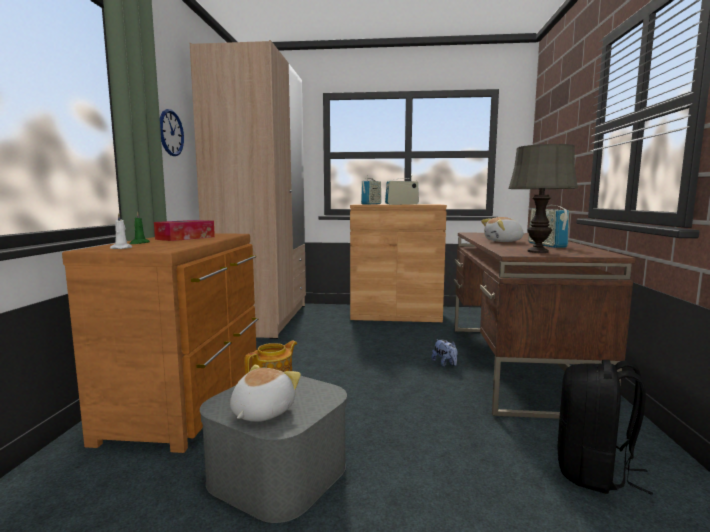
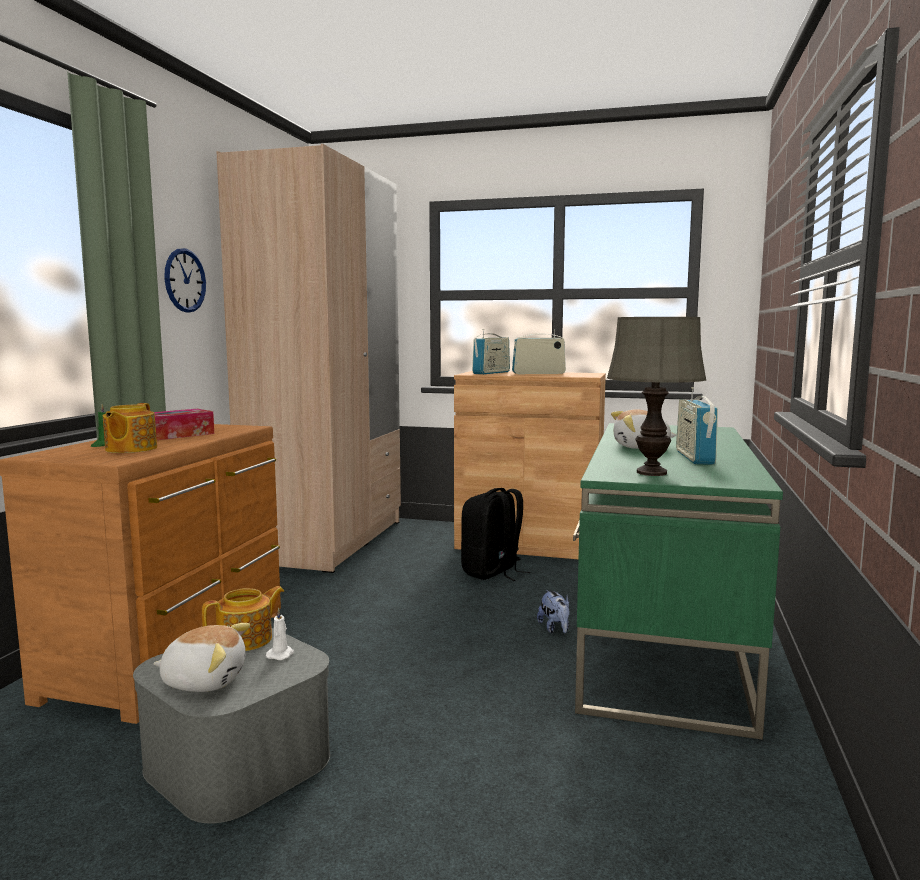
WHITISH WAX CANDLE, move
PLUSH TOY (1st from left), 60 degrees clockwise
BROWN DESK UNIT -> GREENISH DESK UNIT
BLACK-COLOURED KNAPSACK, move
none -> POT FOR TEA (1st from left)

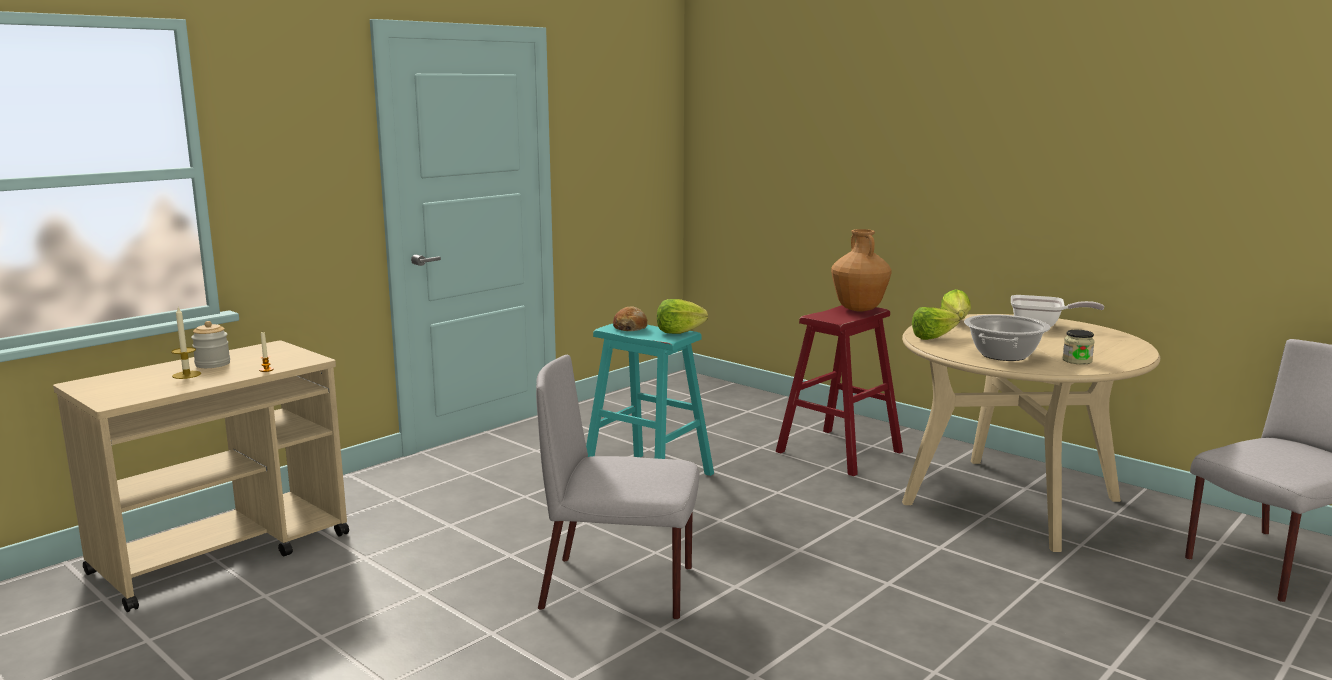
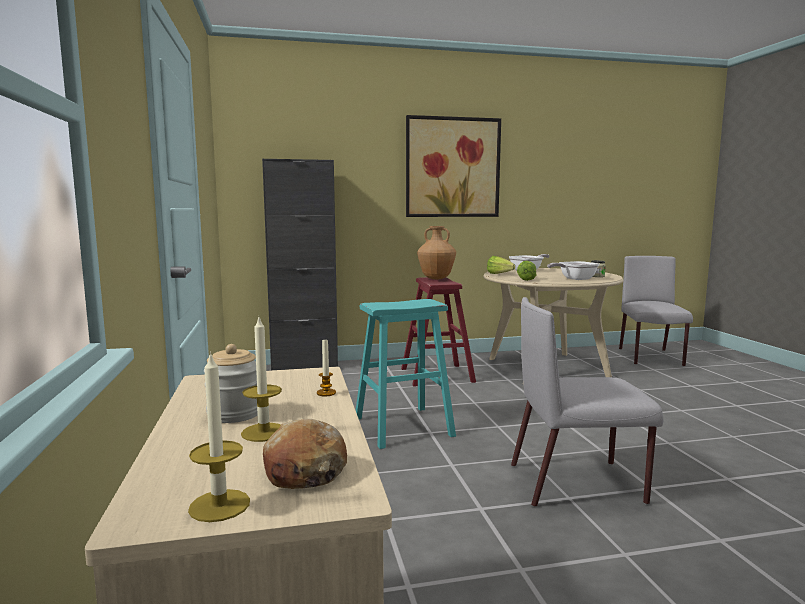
GREY CHAIR (1st from left), 45 degrees clockwise
BAKERY BREAD, move
LETTUCE HEAD (1st from left) -> none
STOCKPOT -> FRYING PAN (2nd from left)
none -> WAX CANDLE (1st from left)
none -> BLACK-COLOURED STORAGE CABINET
none -> PICTURE

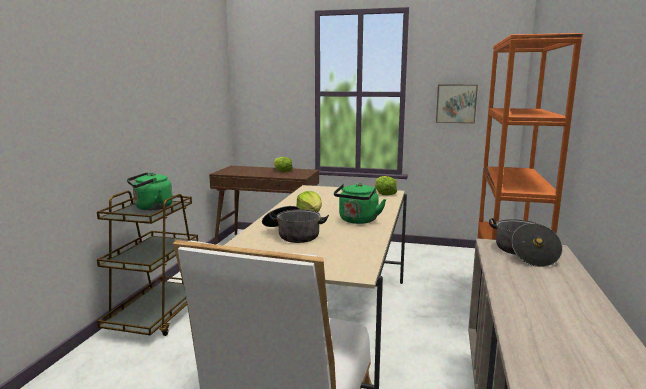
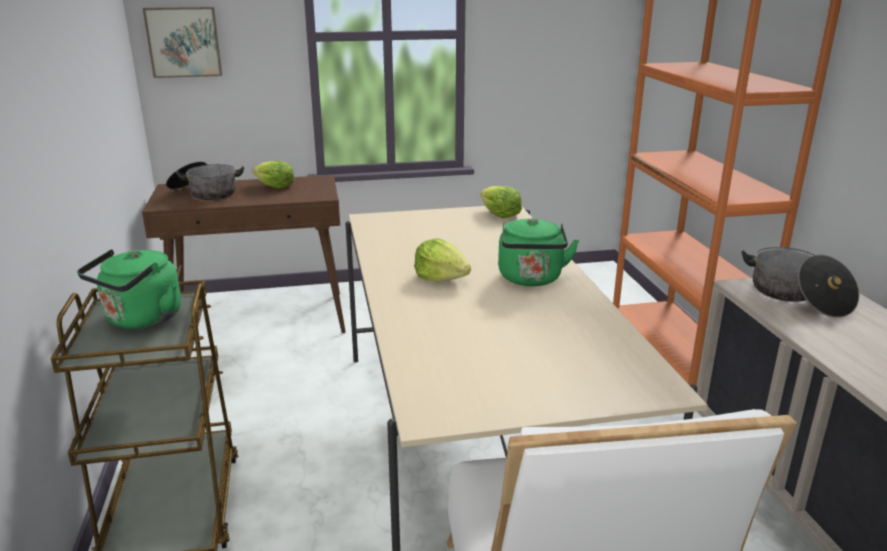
STOCKPOT (1st from left), move
PICTURE, move

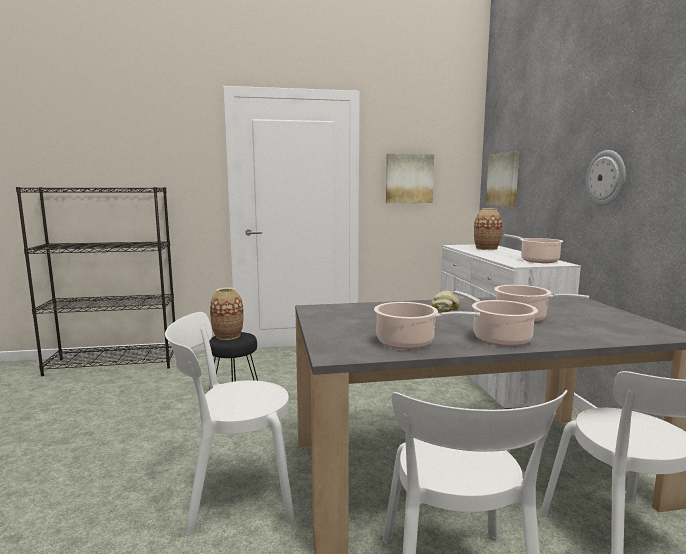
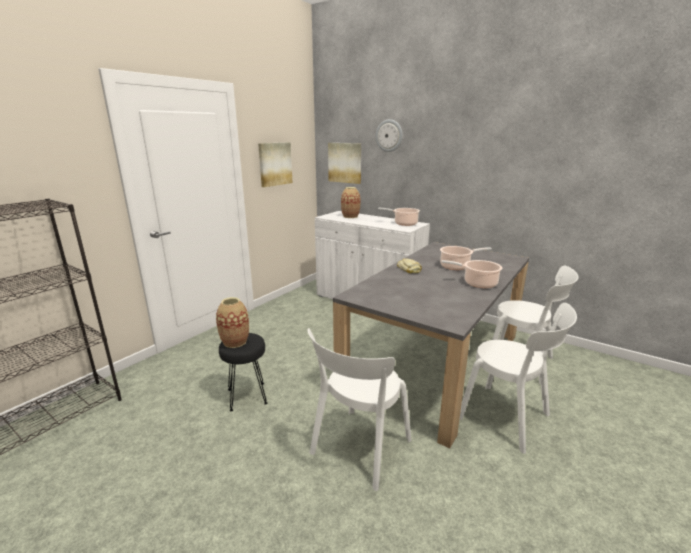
STOCKPOT (1st from left) -> none
CLOCK ON THE WALL, move

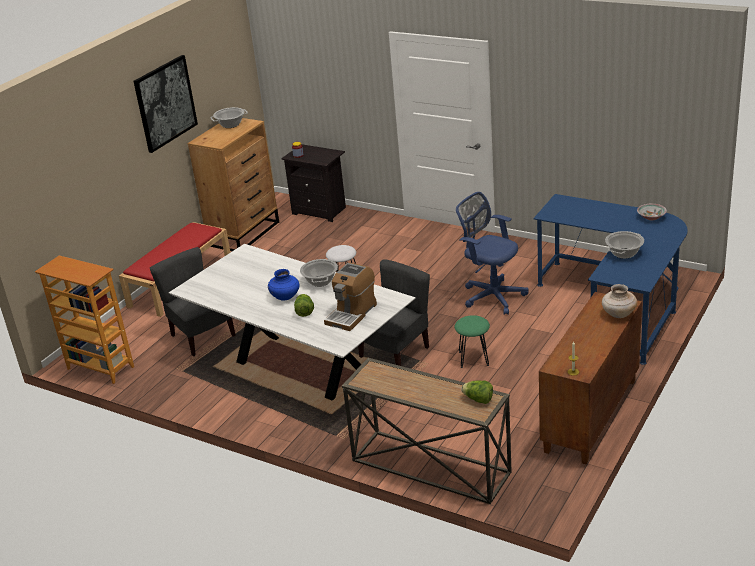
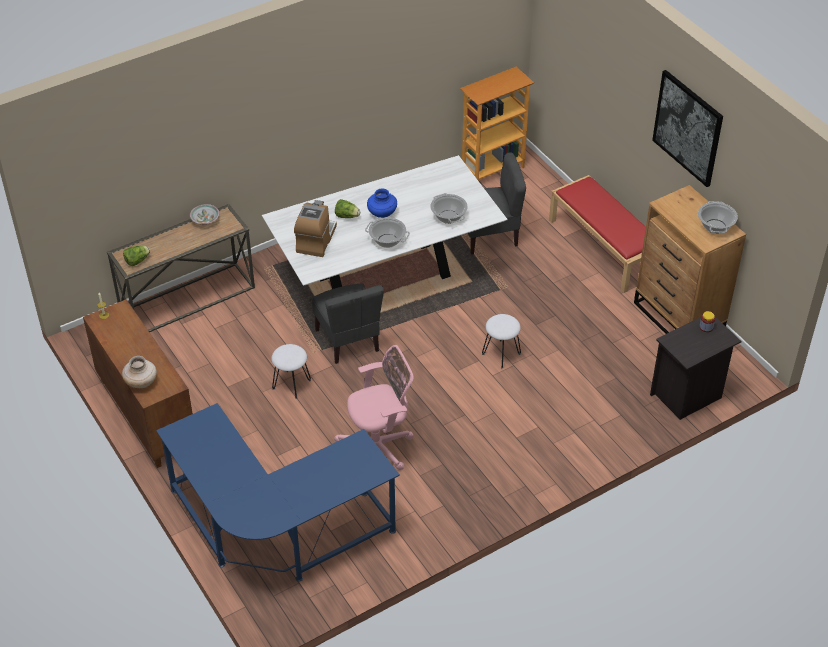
COFFEE BREWER, 45 degrees clockwise
GREENISH STOOL SEAT -> WHITISH STOOL SEAT (1st from left)
BLUE COMPUTER CHAIR -> PINKISH COMPUTER CHAIR
STOCKPOT (3rd from left in the first image) -> STOCKPOT (2nd from left), move
DEEP DISH, move

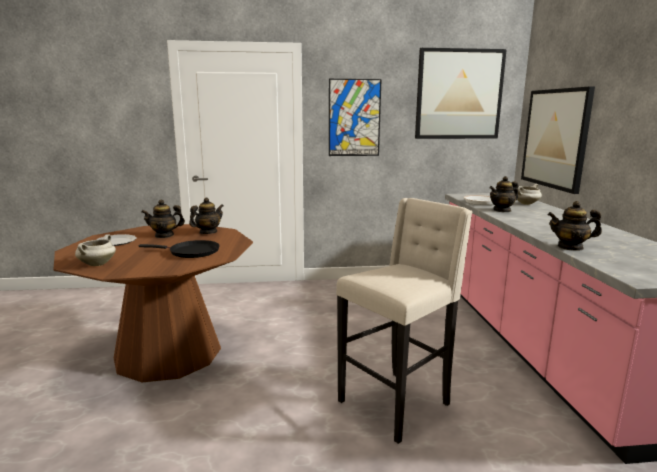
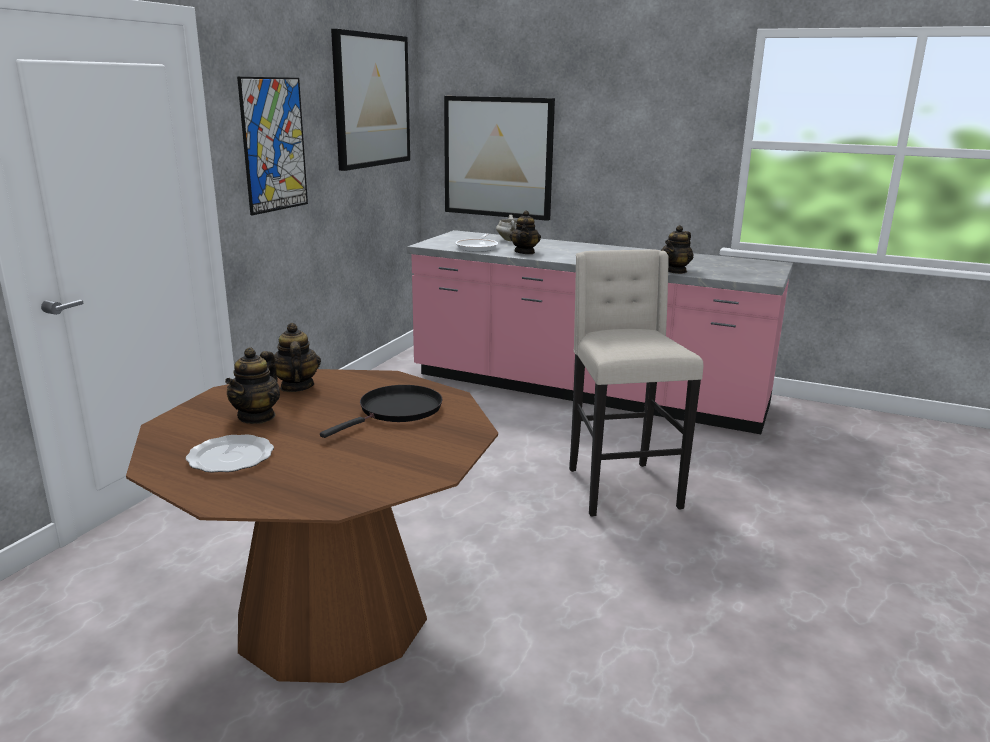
WHITISH STOCKPOT (1st from left) -> none

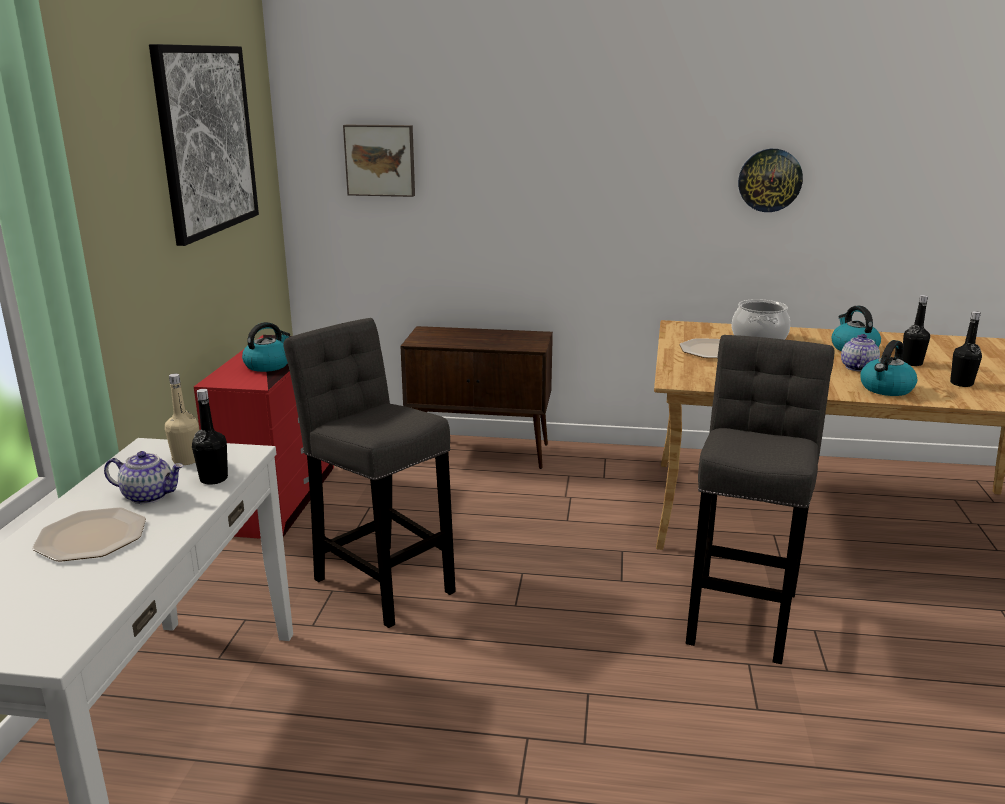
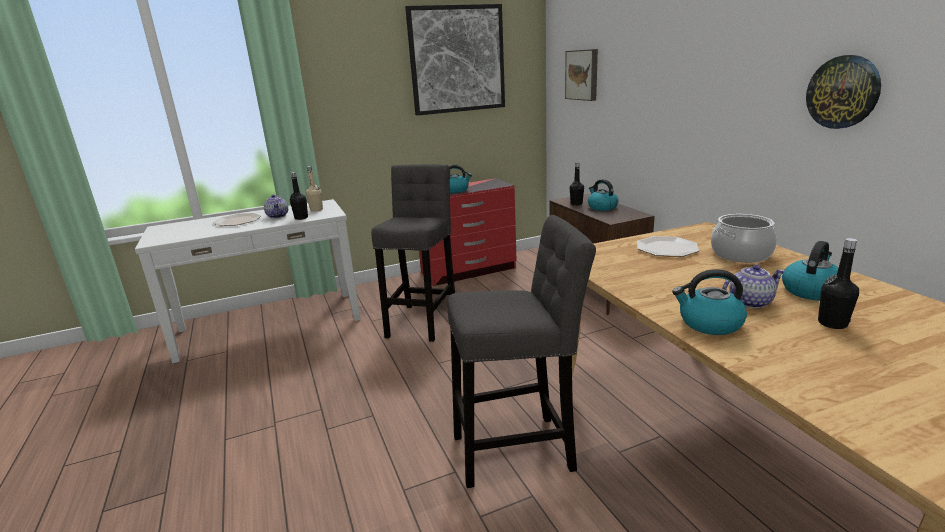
BLACK-COLOURED DRINK BOTTLE (3rd from left in the first image) -> BLACK-COLOURED DRINK BOTTLE (2nd from left), move
none -> WATER KETTLE (2nd from left)

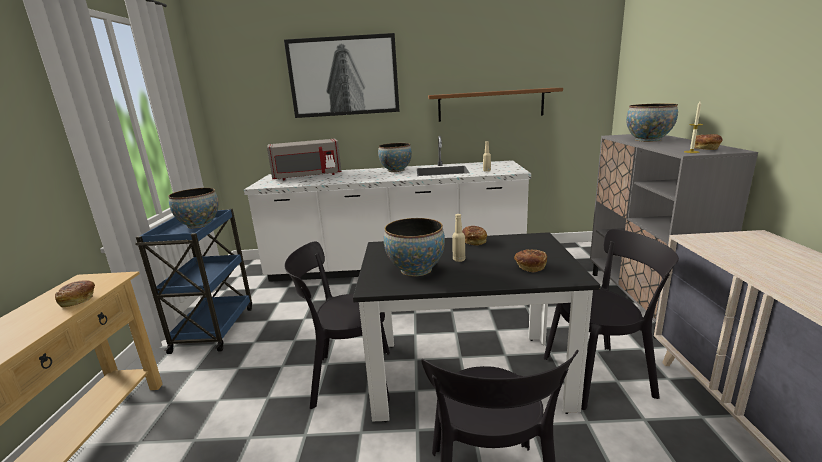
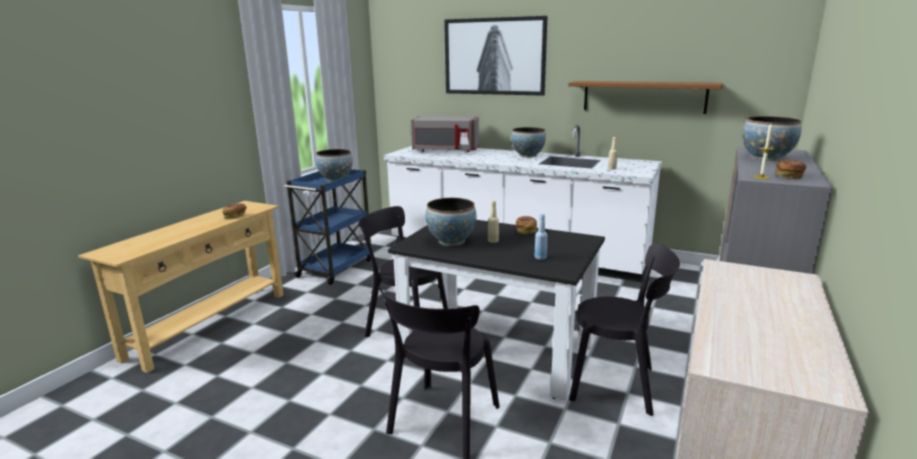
BAKERY BREAD (3rd from left) -> BLUE DRINK BOTTLE

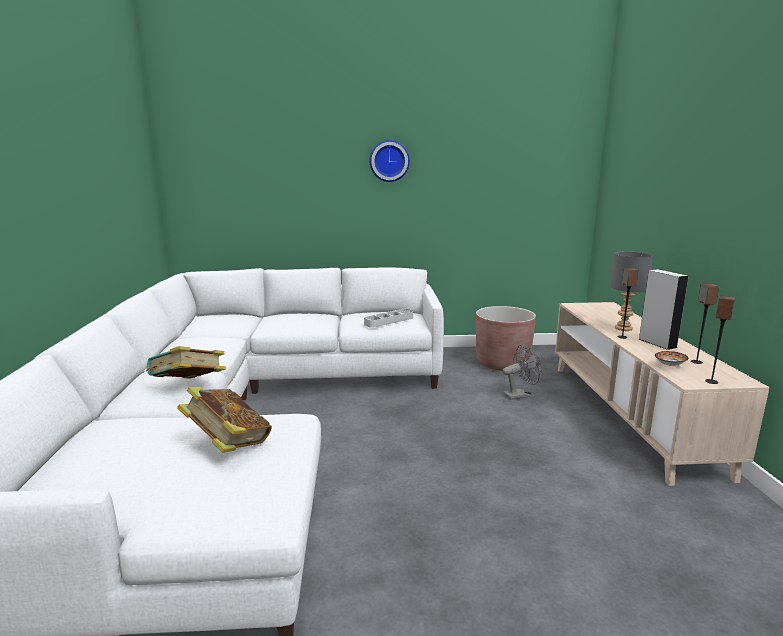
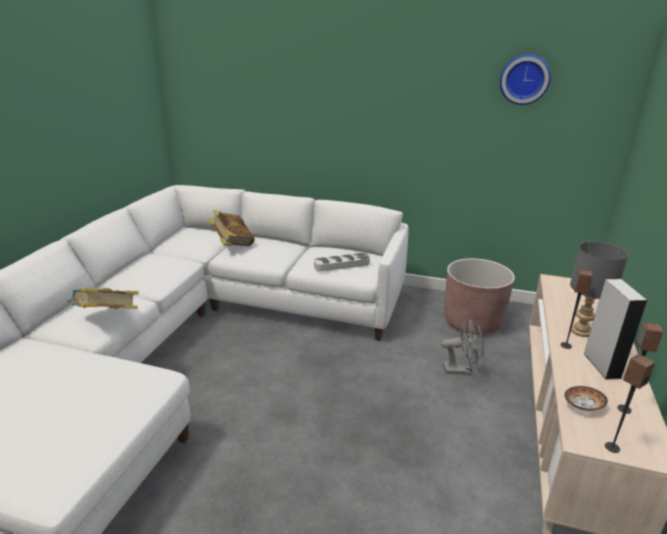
BOOK (2nd from left), move
CLOCK ON THE WALL, move

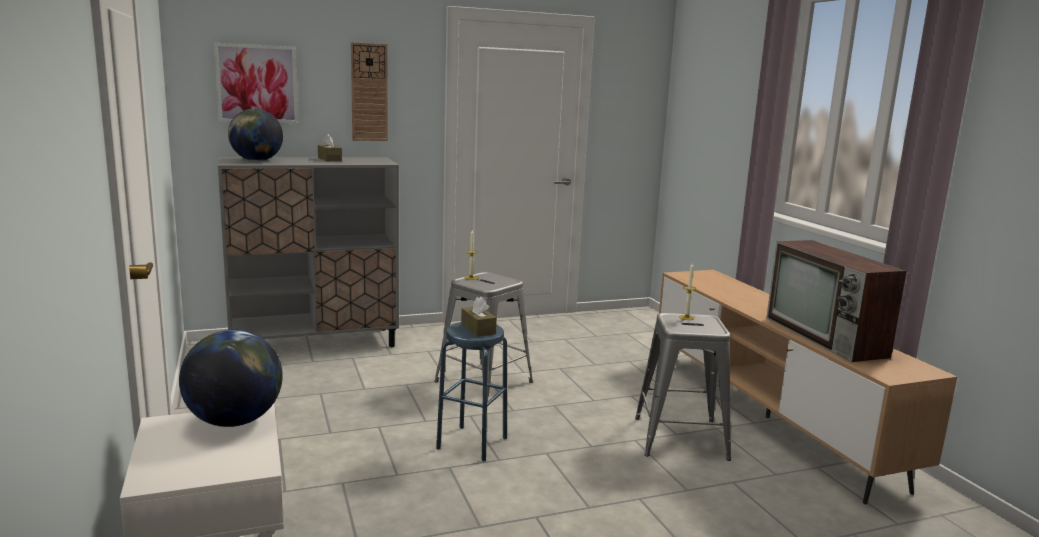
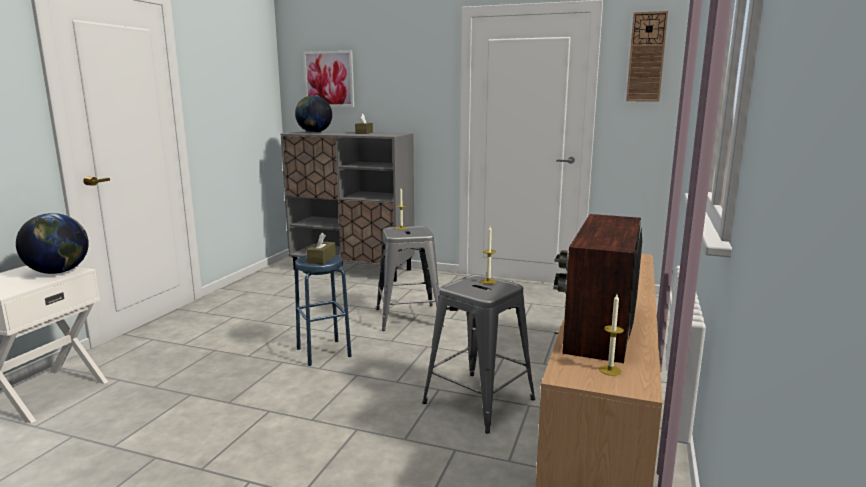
CLOCK ON THE WALL, move
none -> WAX CANDLE (3rd from left)

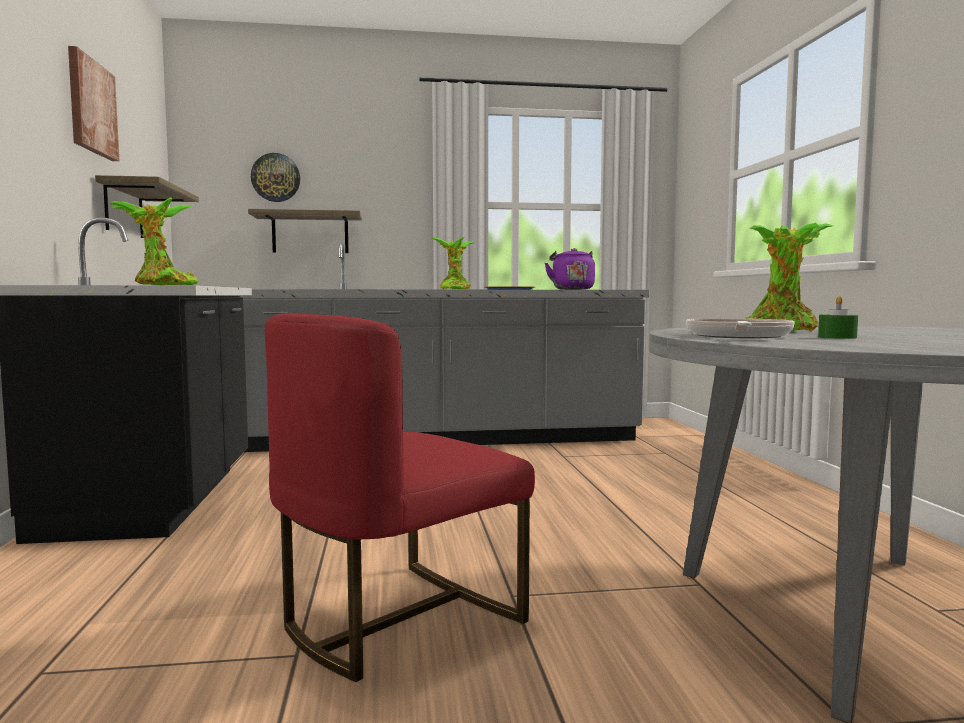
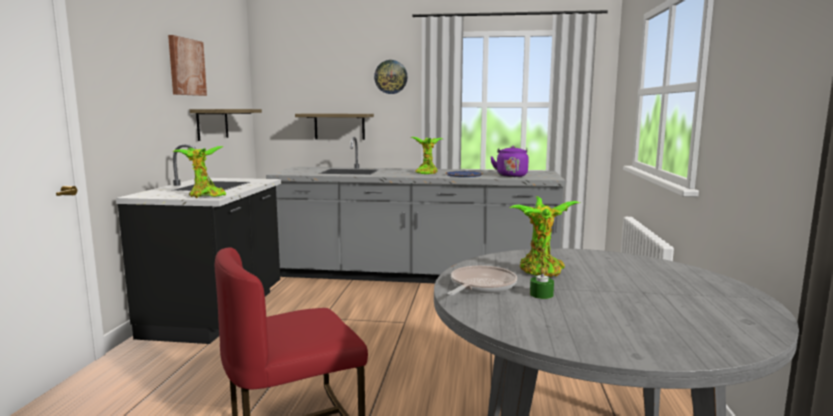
CLOCK ON THE WALL, move

